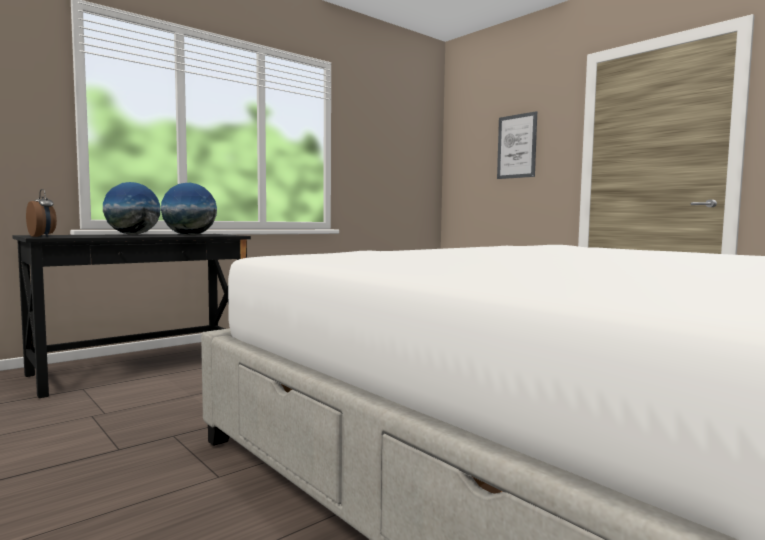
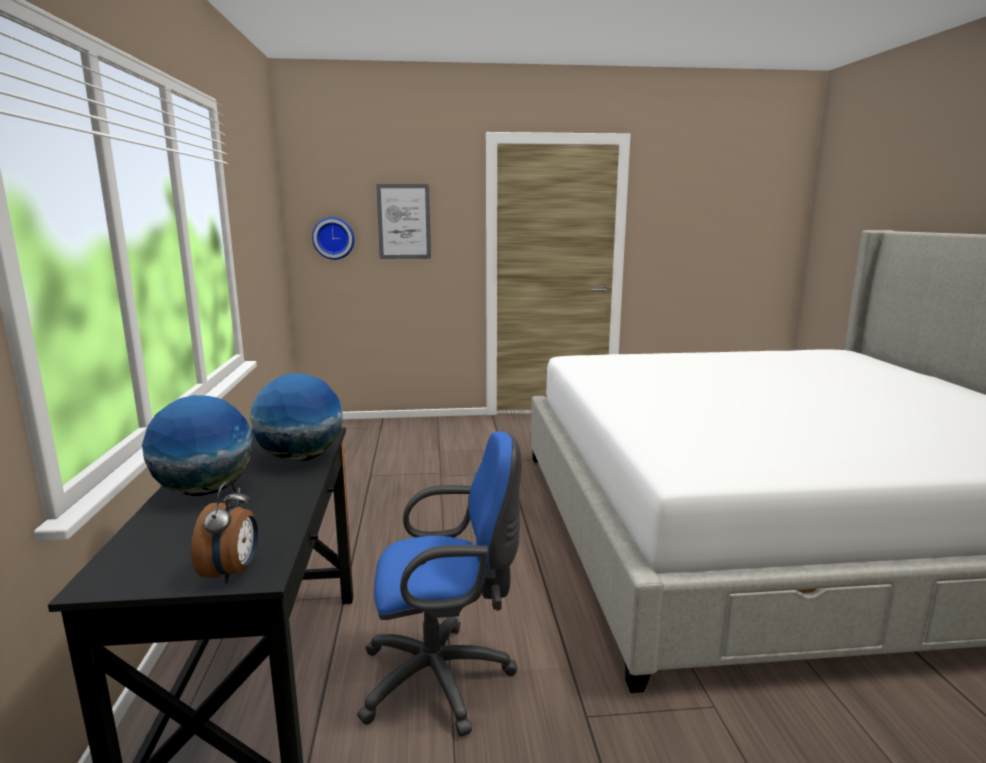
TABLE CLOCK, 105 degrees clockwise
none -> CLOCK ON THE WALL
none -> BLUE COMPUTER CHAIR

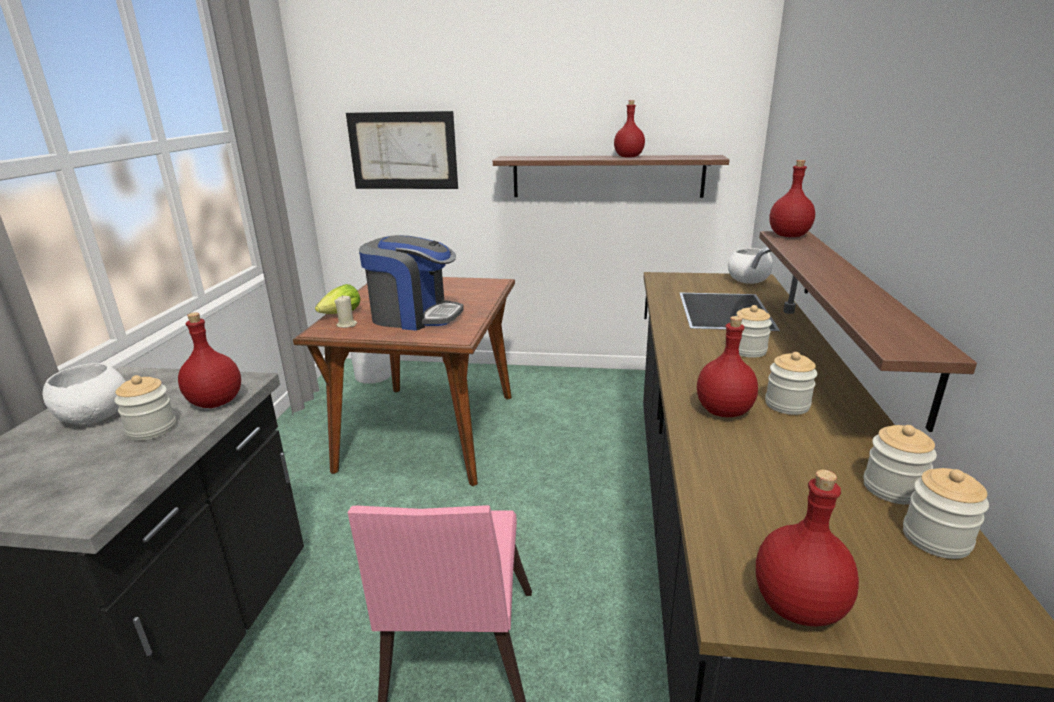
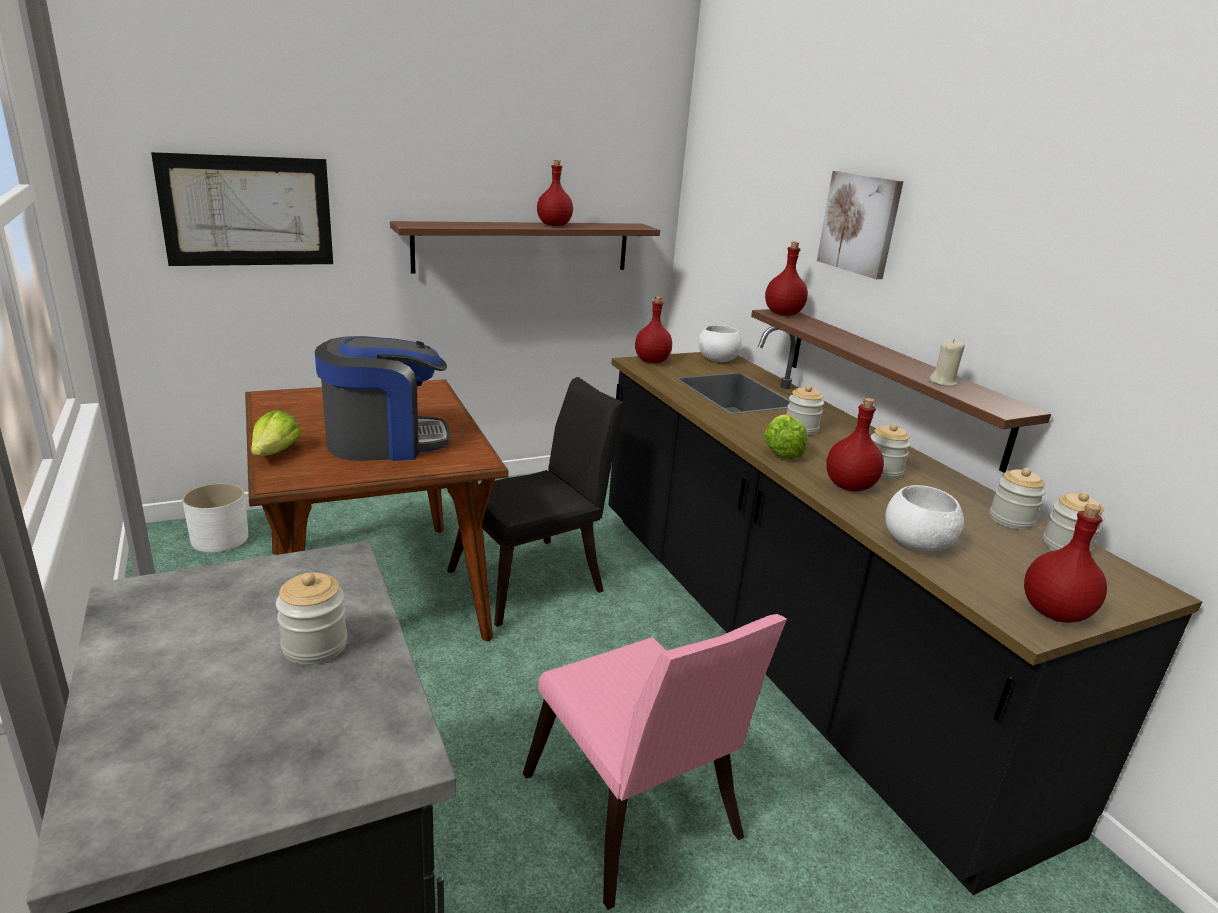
WHITISH DEEP DISH (1st from left in the first image) -> WHITISH DEEP DISH (2nd from left), move
RED DRINK BOTTLE (1st from left in the first image) -> RED DRINK BOTTLE (2nd from left), move
SAND-COLOURED WAX CANDLE, move
none -> BLACK-COLOURED CHAIR
none -> LETTUCE HEAD (2nd from left)
none -> PICTURE (2nd from left)

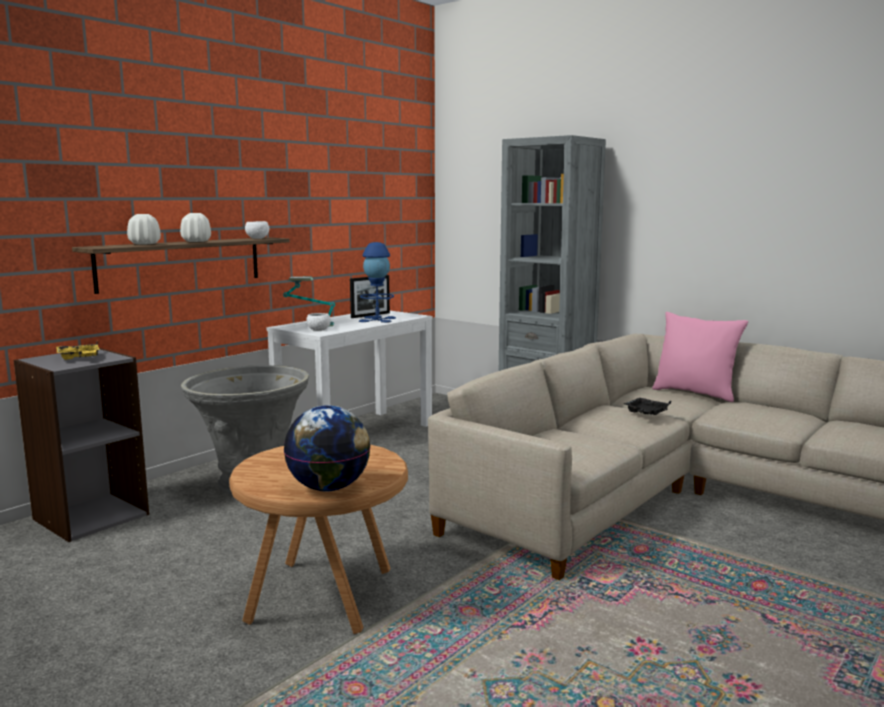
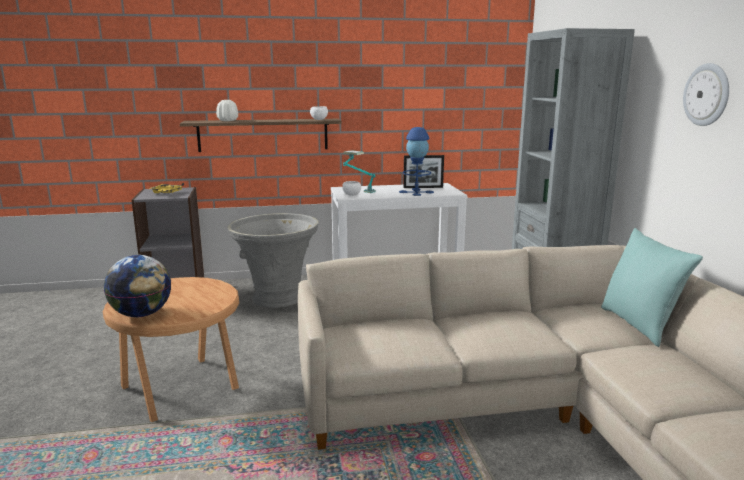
WHITISH DECORATIVE VASE (2nd from left) -> none
BLACK-COLOURED TRAY -> none
PINKISH CUSHION -> BLUE-GREEN CUSHION
none -> CLOCK ON THE WALL

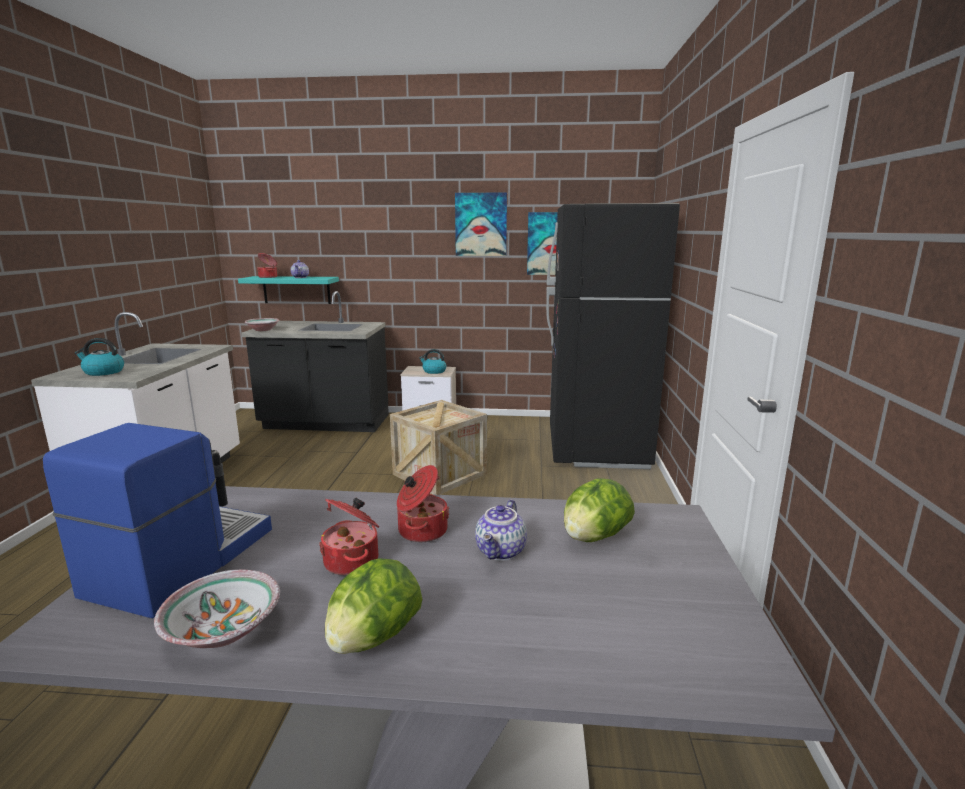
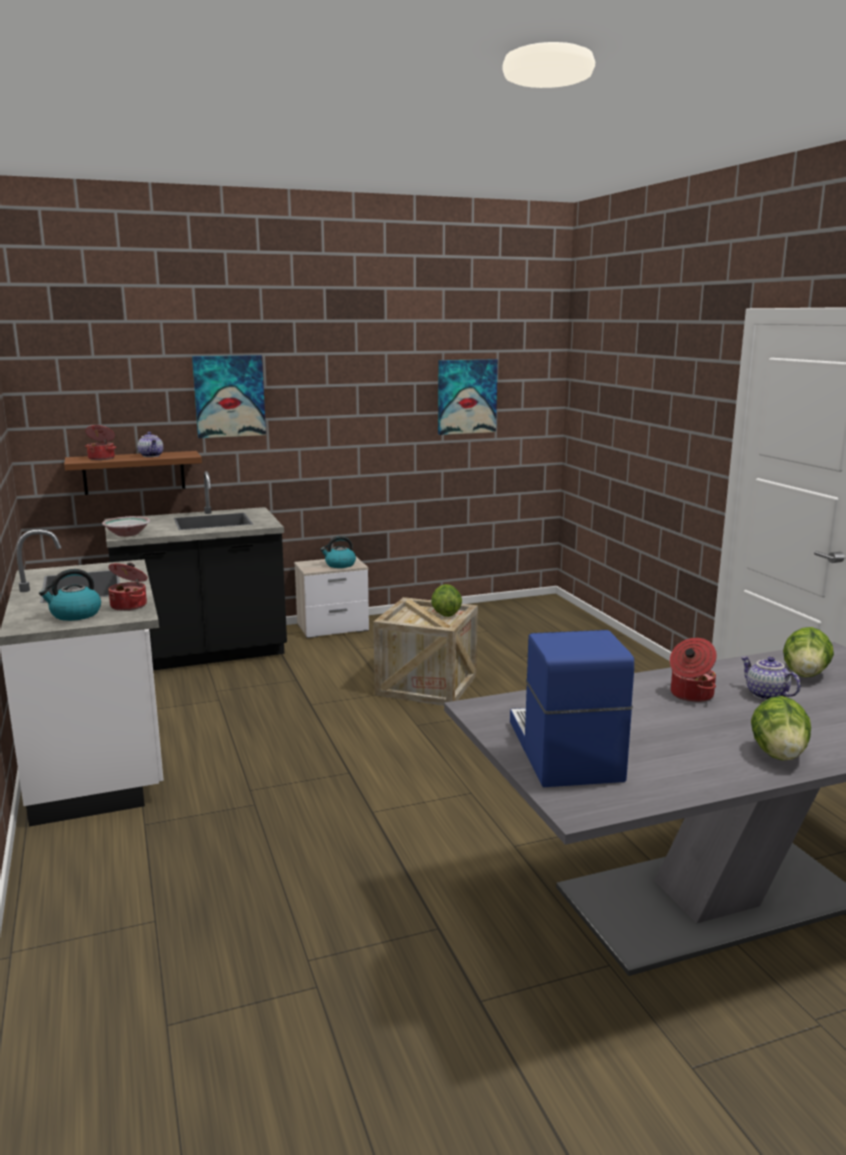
DEEP DISH (1st from left) -> none
BLUE-GREEN WALL SHELF -> BROWN WALL SHELF
STOCKPOT (2nd from left), move
PICTURE (1st from left), move
POT FOR TEA (2nd from left), 150 degrees clockwise
BLACK-COLOURED FRIDGE -> none
none -> LETTUCE HEAD (1st from left)

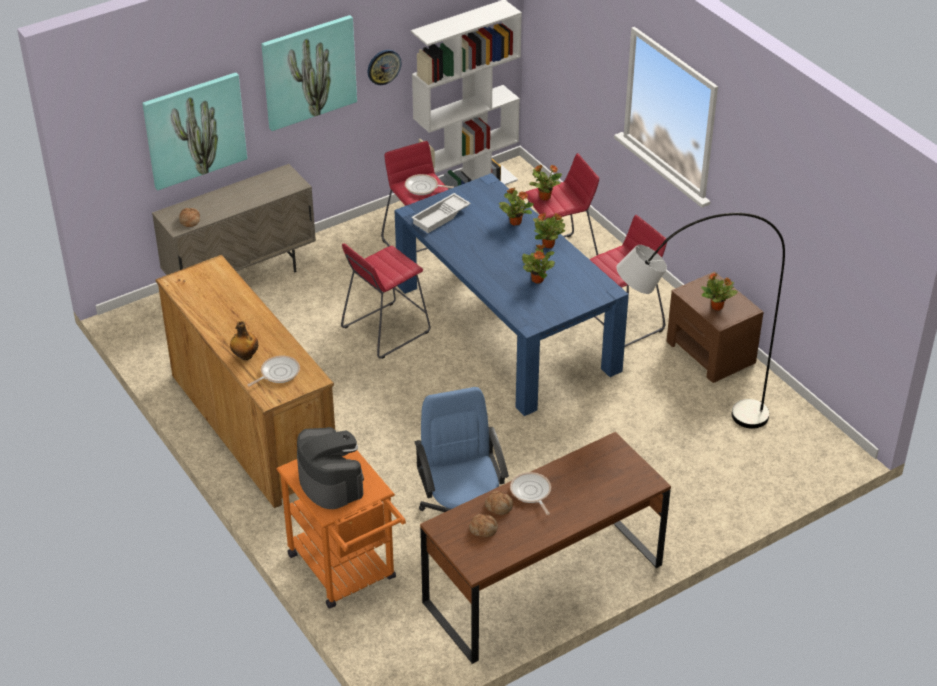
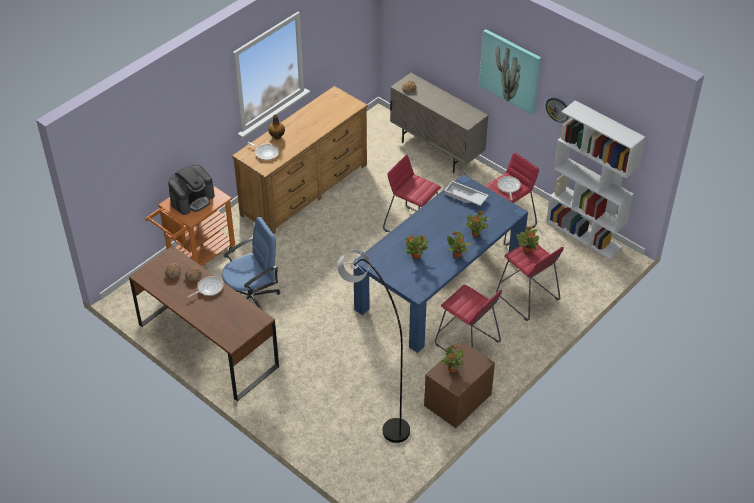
PICTURE (1st from left) -> none

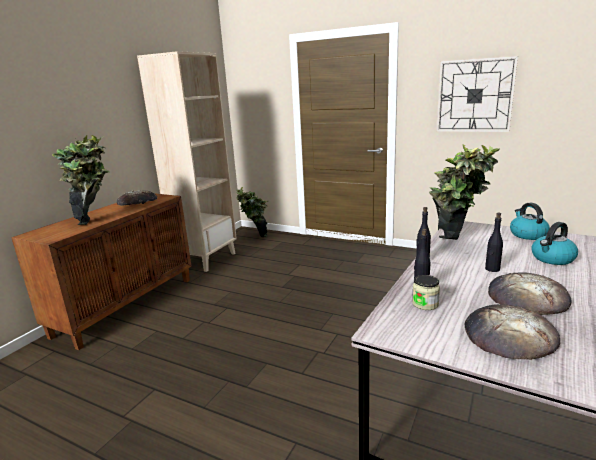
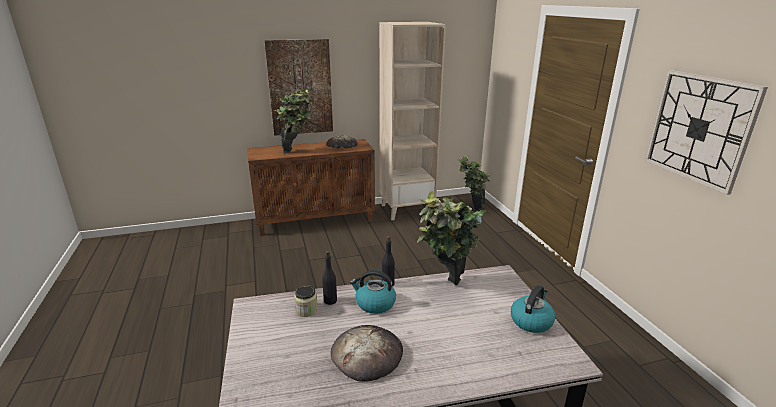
BAKERY BREAD (2nd from left) -> none
BLACK-COLOURED DRINK BOTTLE (3rd from left) -> none
WATER KETTLE (2nd from left in the first image) -> WATER KETTLE (1st from left), move
none -> PICTURE

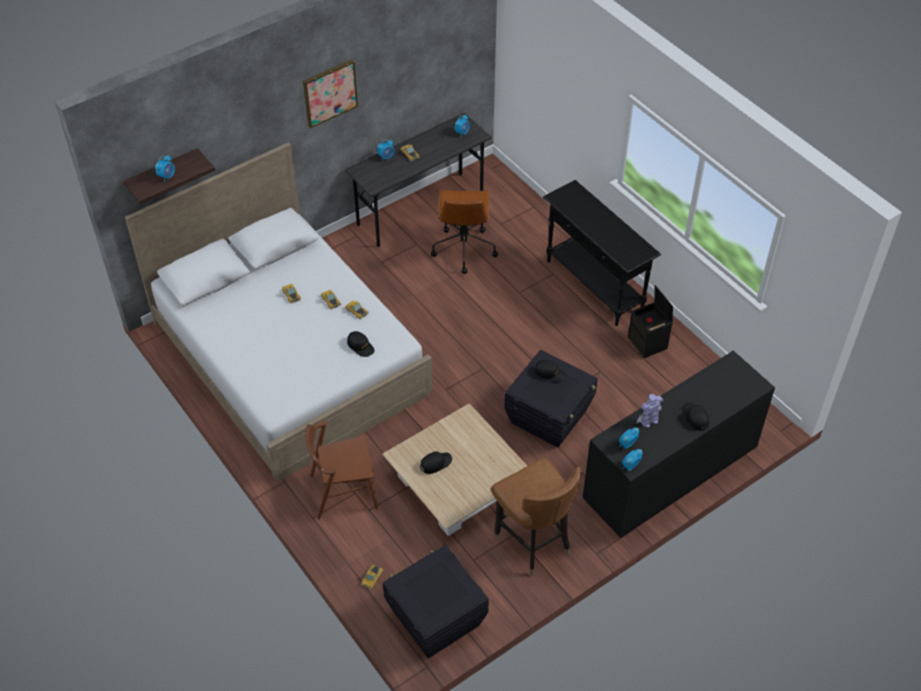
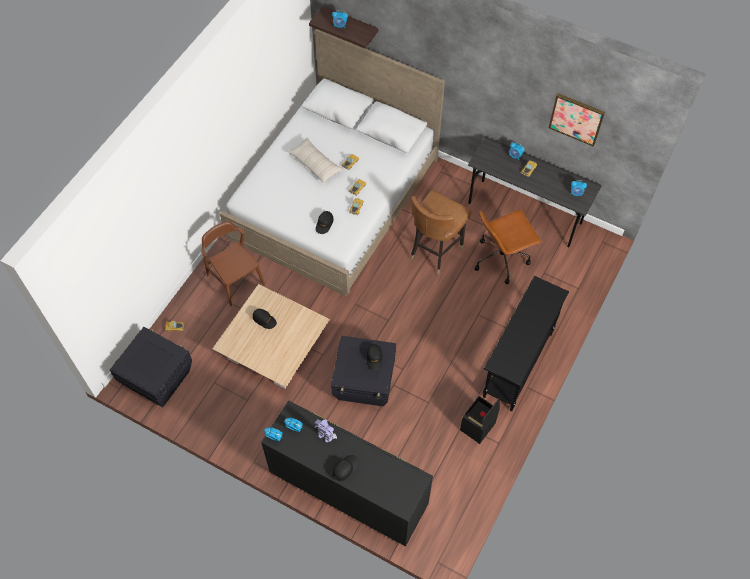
PICTURE, move
BROWN CHAIR (2nd from left), move
none -> SAND-COLOURED CUSHION

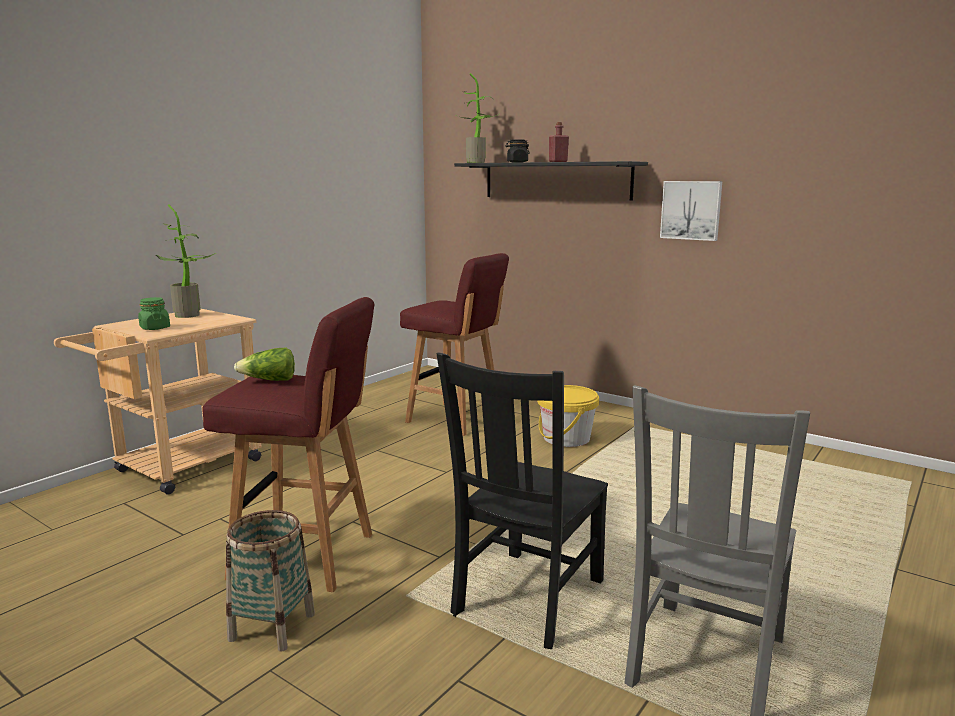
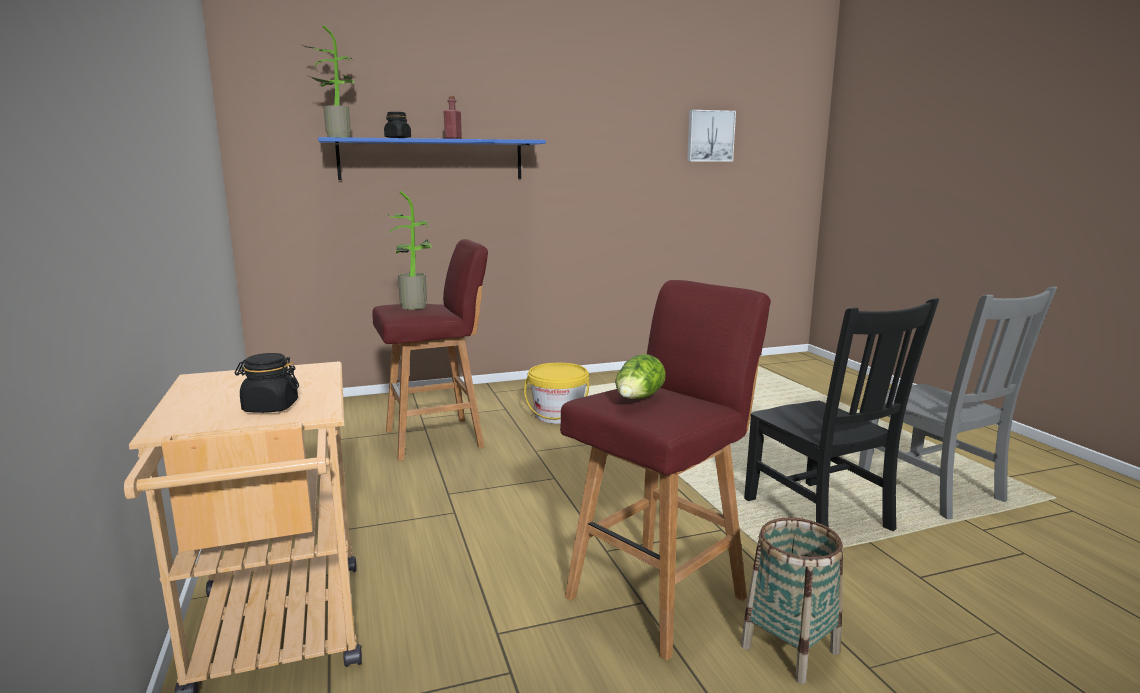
GREENISH STORAGE JAR -> BLACK-COLOURED STORAGE JAR (1st from left)
POTTED PLANT (1st from left in the first image) -> POTTED PLANT (2nd from left), move
BLACK-COLOURED WALL SHELF -> BLUE WALL SHELF
PICTURE, move

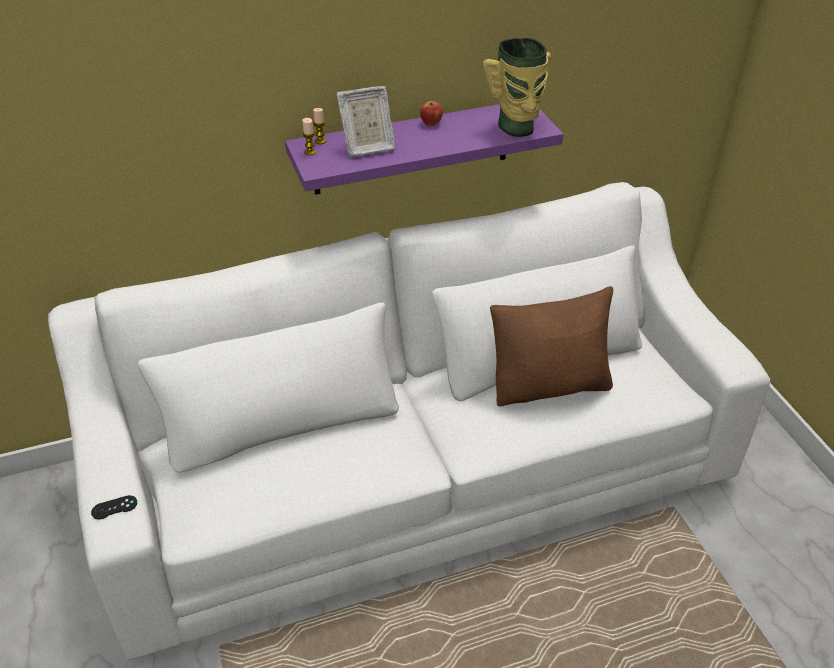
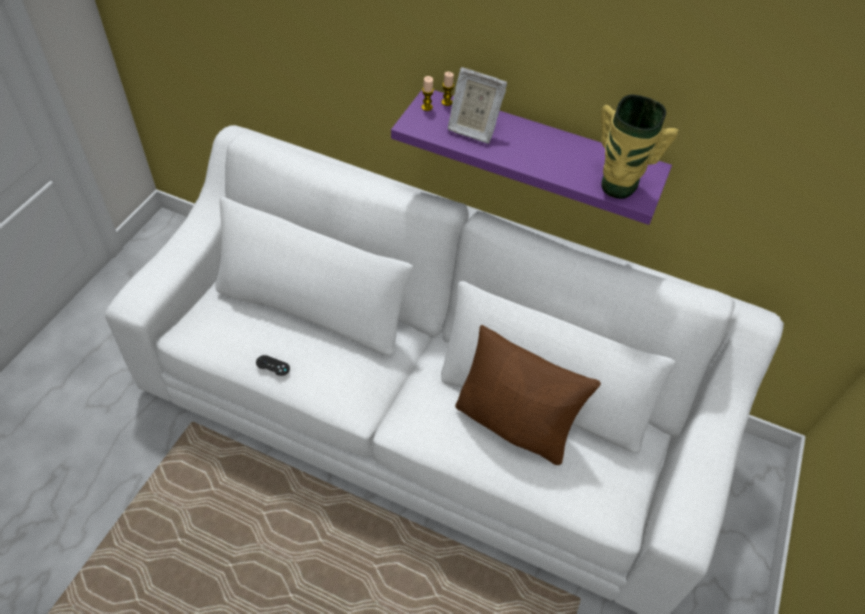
BLACK-COLOURED JOYPAD, move
APPLE FRUIT -> none

